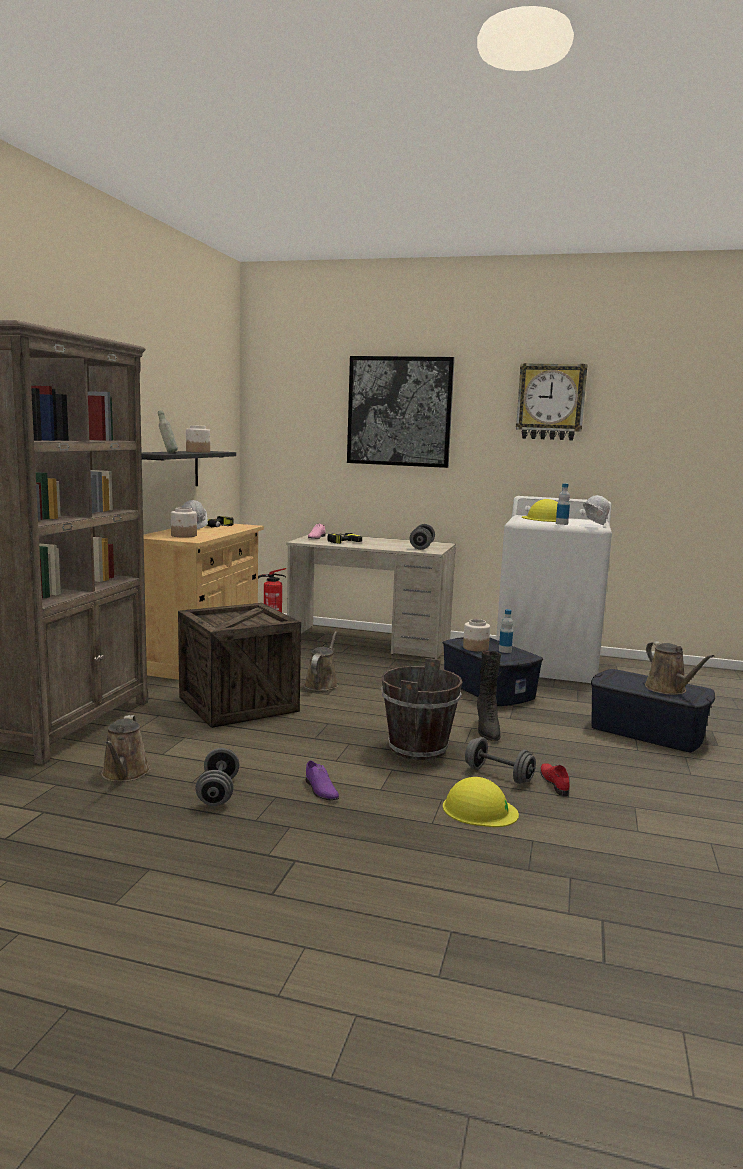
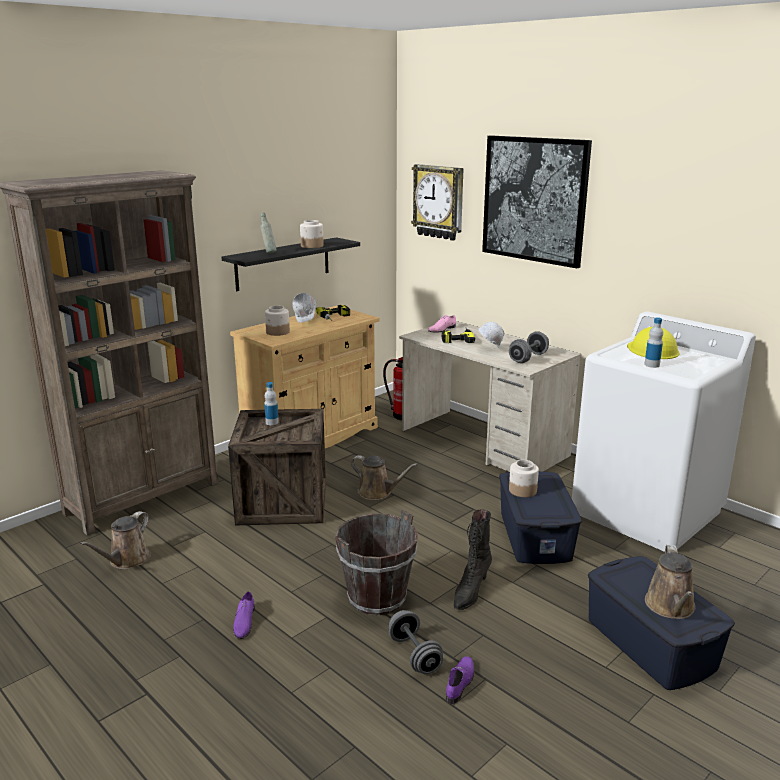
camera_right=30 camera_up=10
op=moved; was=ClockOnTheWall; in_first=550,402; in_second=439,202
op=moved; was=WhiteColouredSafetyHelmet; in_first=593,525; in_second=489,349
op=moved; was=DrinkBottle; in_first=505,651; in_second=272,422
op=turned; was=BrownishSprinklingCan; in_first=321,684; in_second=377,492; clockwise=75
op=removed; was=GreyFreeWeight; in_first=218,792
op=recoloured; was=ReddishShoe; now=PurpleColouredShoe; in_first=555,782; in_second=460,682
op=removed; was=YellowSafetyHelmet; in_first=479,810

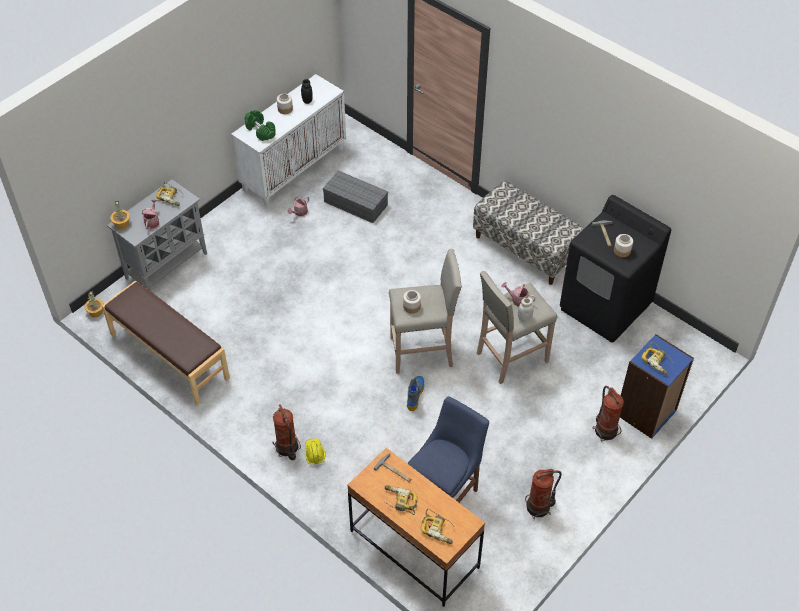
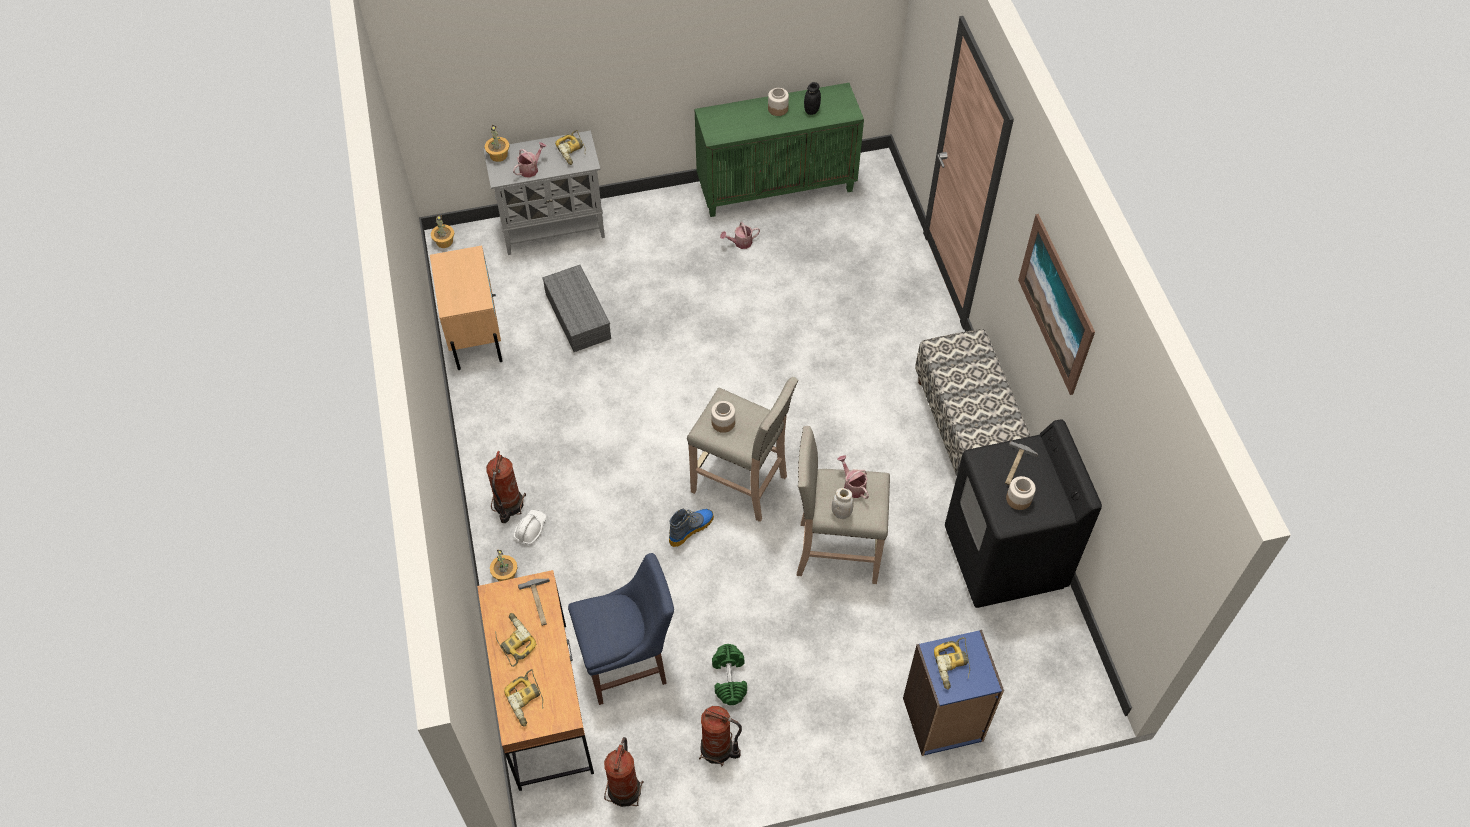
camera_right=35 camera_up=5
op=recoloured; was=WhiteColouredStorageCabinet; now=GreenColouredStorageCabinet; in_first=294,168; in_second=777,187
op=moved; was=GreenColouredFreeWeight; in_first=260,131; in_second=729,678
op=moved; was=GreyStorageBox; in_first=354,203; in_second=576,316
op=replaced; was=BrownishLongSeat; now=BeigeBedsideTable; in_first=168,356; in_second=474,332
op=moved; was=Extinguisher; in_first=605,429; in_second=625,789
op=recoloured; was=YellowSafetyHelmet; now=WhiteColouredSafetyHelmet; in_first=314,453; in_second=530,529
op=added; now=Picture; in_second=1055,304
op=added; now=PottedPlant; in_second=505,574

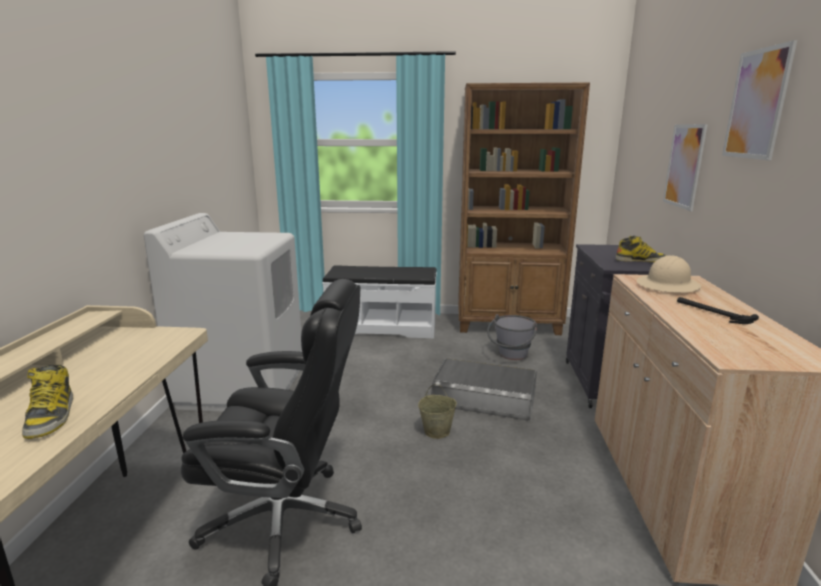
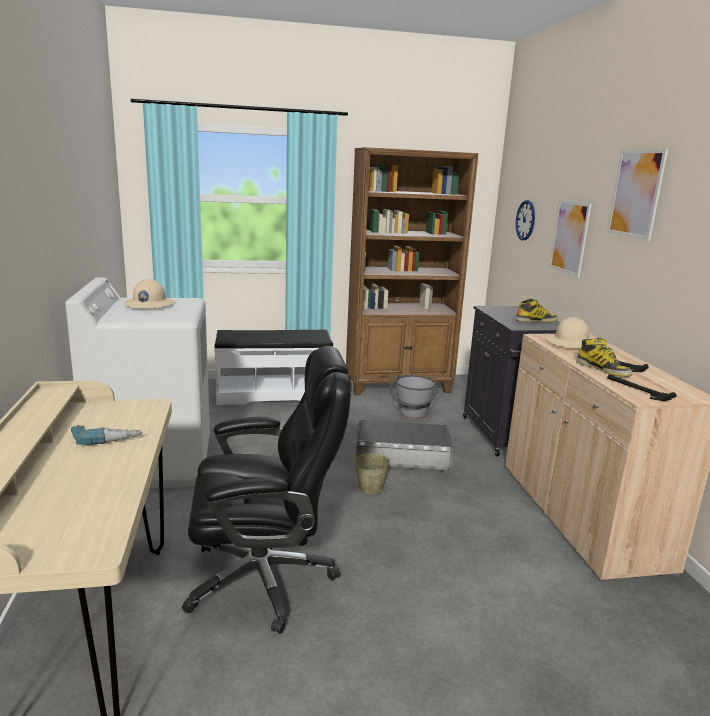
camera_right=-15 camera_up=0
op=moved; was=HighTopBoot; in_first=51,416; in_second=603,369
op=added; now=ClockOnTheWall; in_second=525,220
op=added; now=BeigeSafetyHelmet; in_second=149,304
op=added; now=HandHammer; in_second=637,389
op=added; now=PowerDrill; in_second=107,438

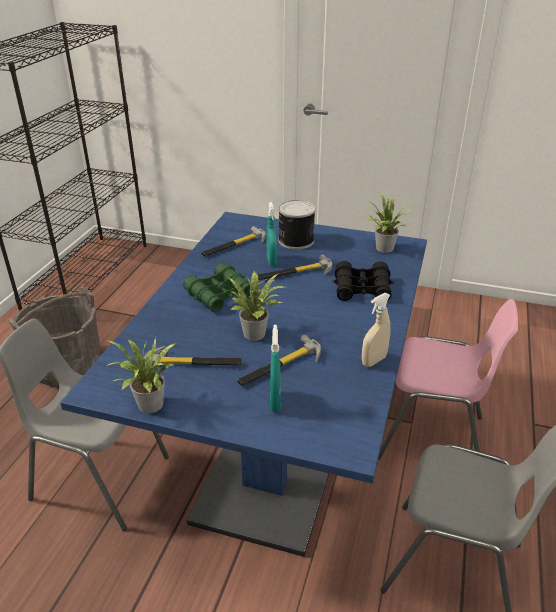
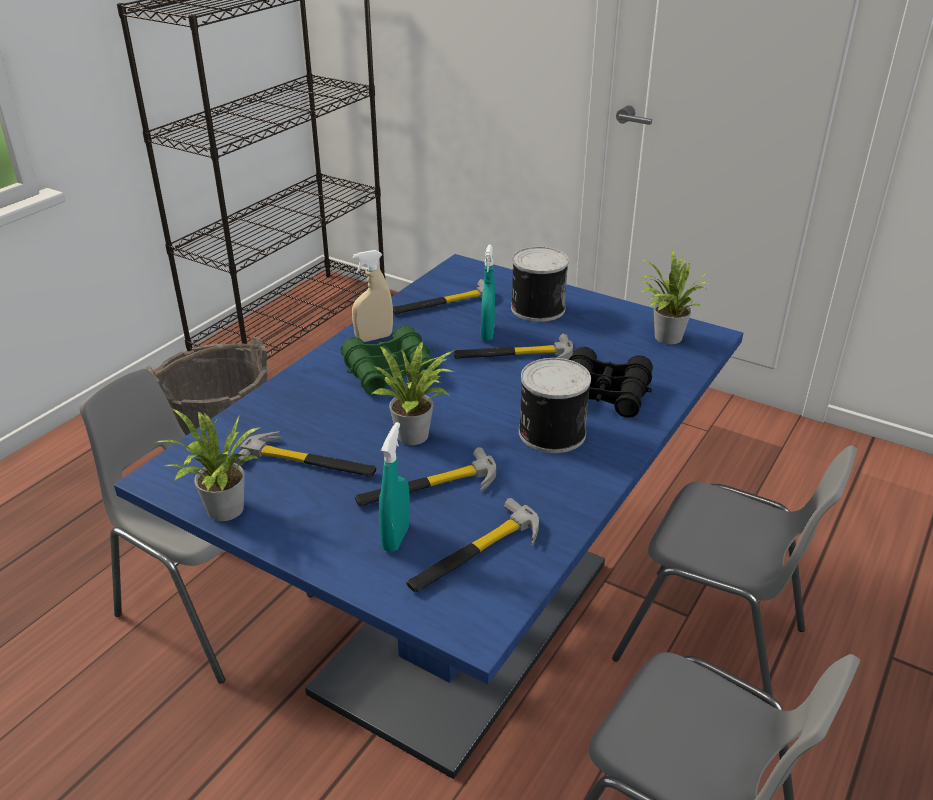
camera_right=15 camera_up=0
op=moved; was=BeigeSprayer; in_first=374,361; in_second=374,338
op=recoloured; was=PinkColouredUprightChair; now=GreyUprightChair; in_first=432,437; in_second=712,645
op=added; now=MetalCan; in_second=550,432
op=added; now=HandHammer; in_second=475,554

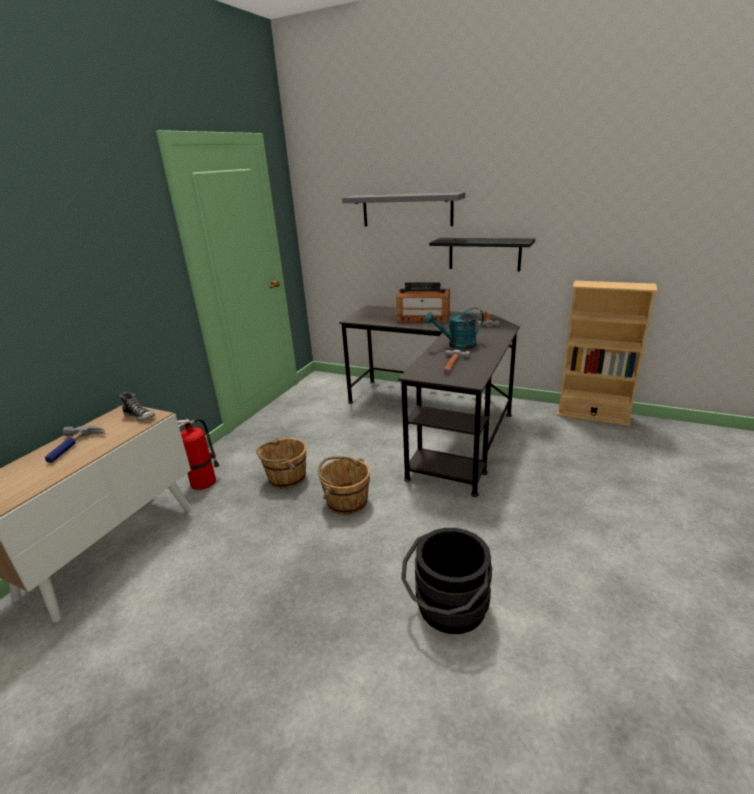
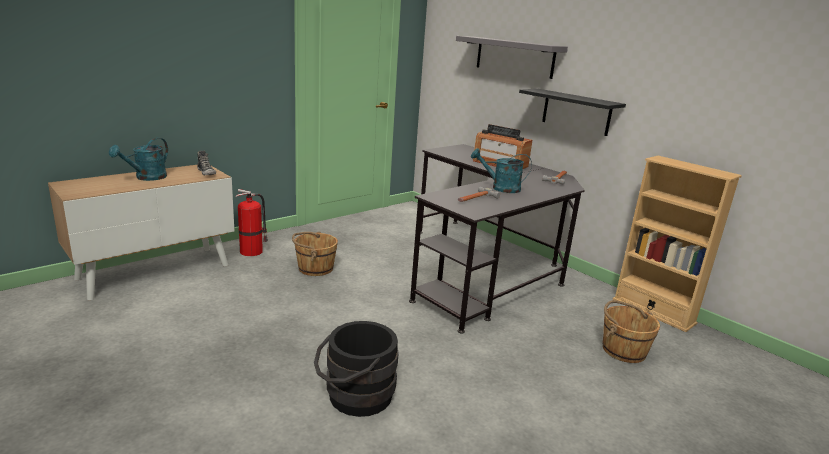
camera_right=20 camera_up=-5
op=replaced; was=HandHammer; now=TurquoiseColouredSprinklingCan; in_first=72,447; in_second=146,178
op=moved; was=BrownishPail; in_first=346,501; in_second=623,350

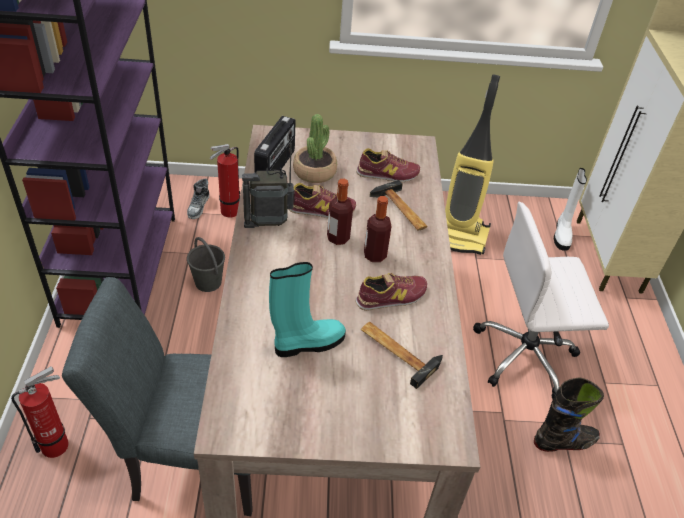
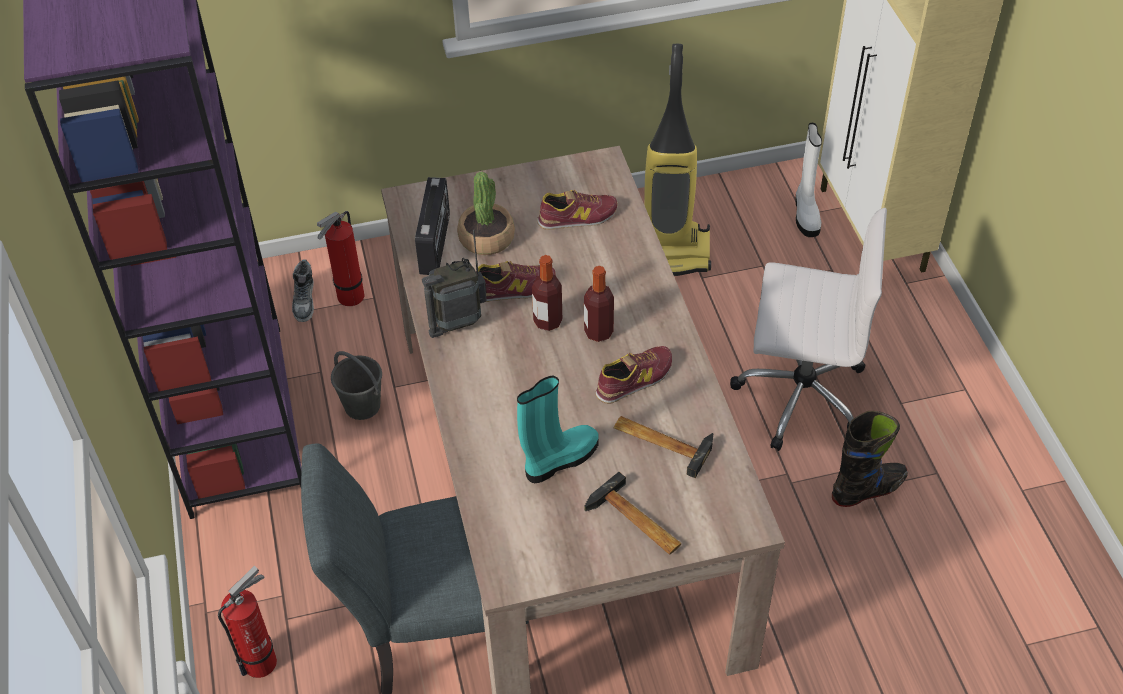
camera_right=-10 camera_up=5
op=moved; was=HandHammer; in_first=401,211; in_second=636,523
op=turned; was=WhiteColouredComputerChair; in_first=526,355; in_second=799,394; clockwise=-150

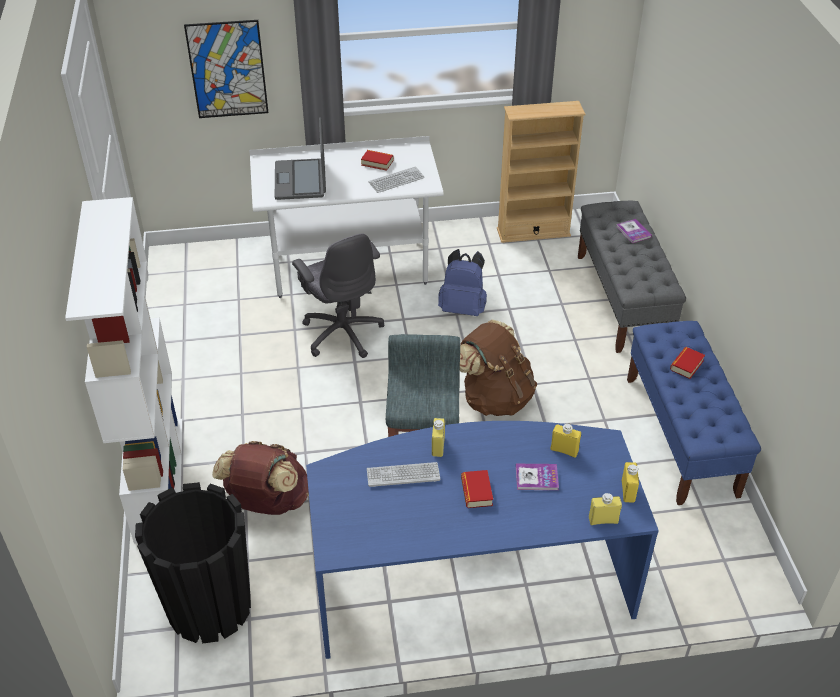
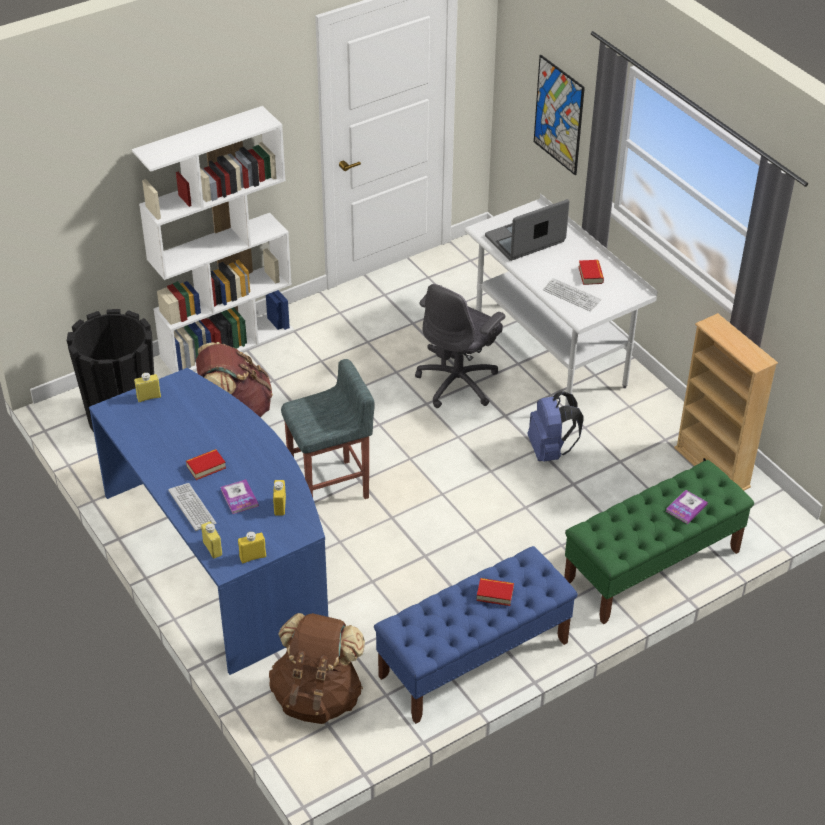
camera_right=65 camera_up=0
op=recoloured; was=GreyLongSeat; now=GreenColouredLongSeat; in_first=622,300; in_second=651,567
op=moved; was=BrownishKnapsack; in_first=495,398; in_second=318,696
op=moved; was=YellowDrinkBottle; in_first=438,446; in_second=149,397
op=moved; was=Keyboard; in_first=403,475; in_second=192,507

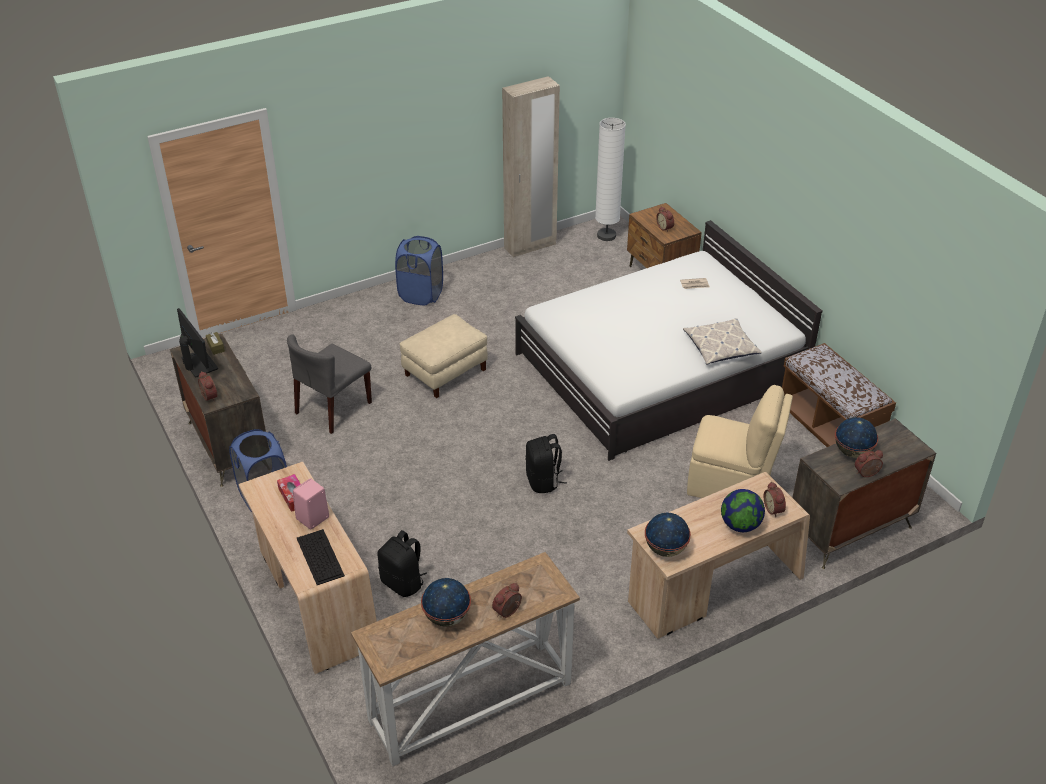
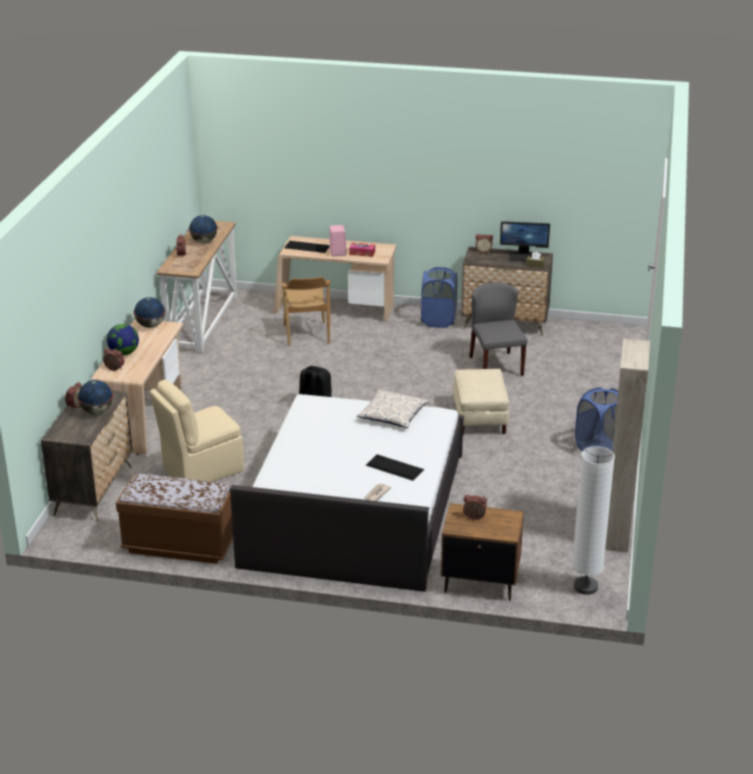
camera_right=130 camera_up=-10
op=moved; was=ThrowPillow; in_first=721,347; in_second=392,415
op=replaced; was=BlackishKnapsack; now=BrownishUprightChair; in_first=403,583; in_second=306,334
op=added; now=Keyboard; in_second=394,467

